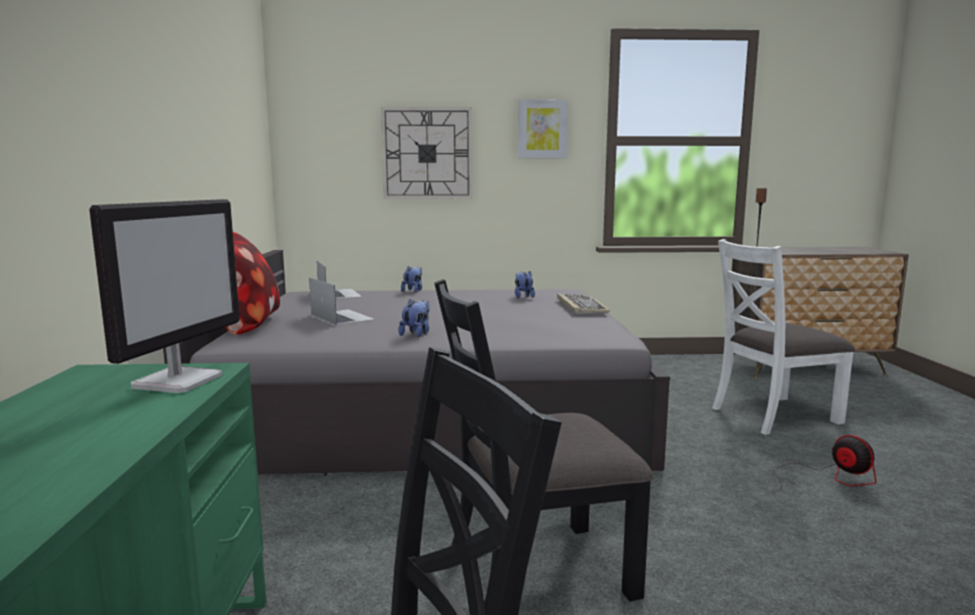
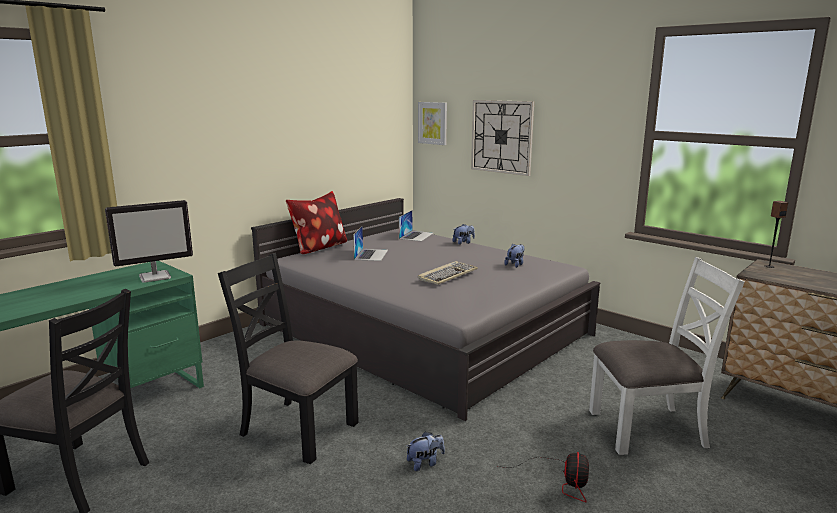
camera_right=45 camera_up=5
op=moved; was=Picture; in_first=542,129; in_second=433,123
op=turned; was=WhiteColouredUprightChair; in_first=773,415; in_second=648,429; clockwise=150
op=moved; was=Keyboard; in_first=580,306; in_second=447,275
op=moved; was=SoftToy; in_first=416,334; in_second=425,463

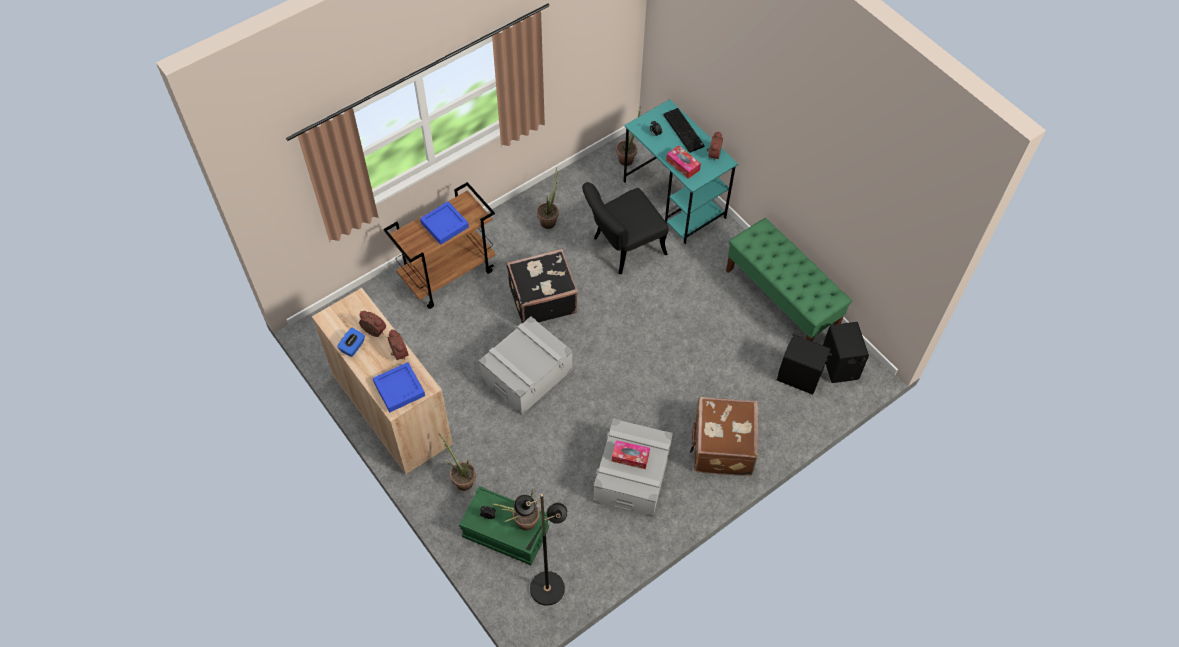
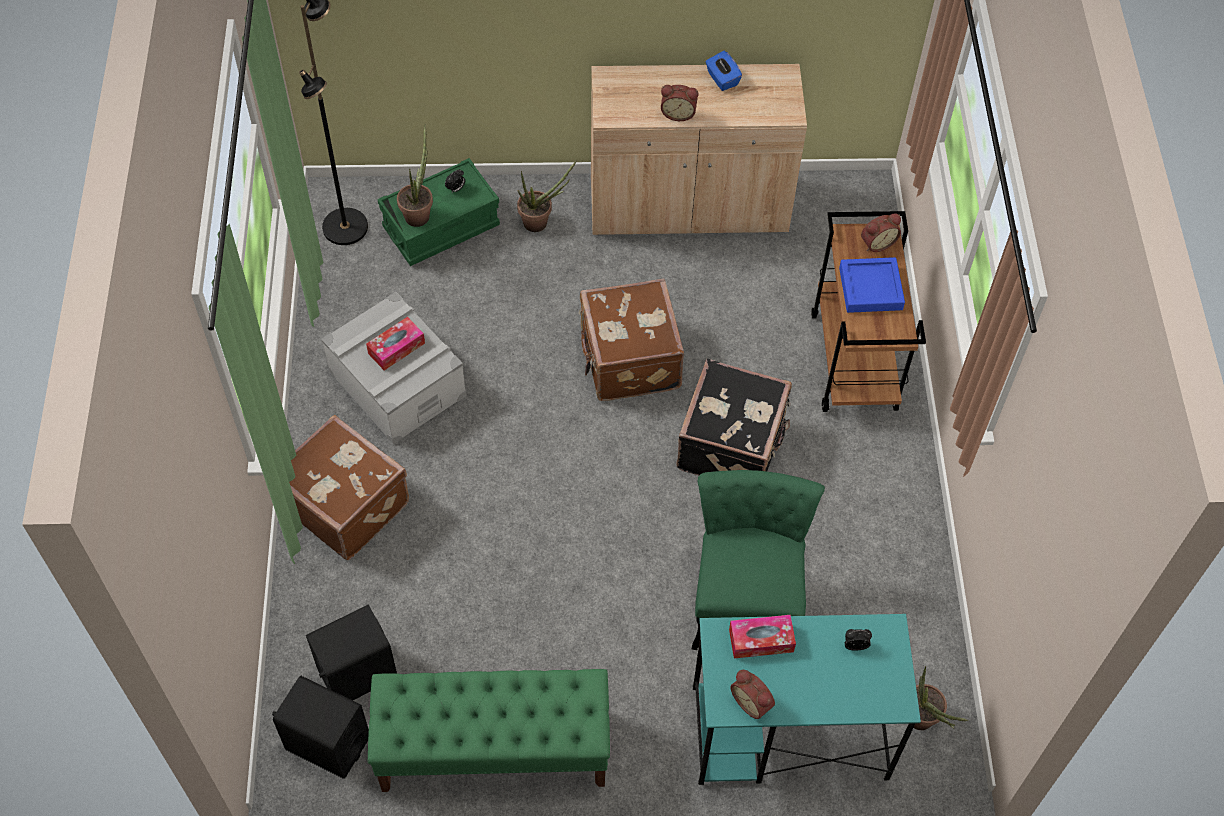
camera_right=125 camera_up=0
op=removed; was=Keyboard; in_first=684,131
op=removed; was=PottedPlant; in_first=549,220
op=recoloured; was=BlackishUprightChair; now=GreenColouredUprightChair; in_first=622,248; in_second=746,596
op=moved; was=TableClock; in_first=373,332; in_second=877,243
op=replaced; was=GreyStorageBox; now=BrownishPieceOfLuggage; in_first=527,374; in_second=628,360
op=removed; was=BlueColouredCarryingTray; in_first=399,389

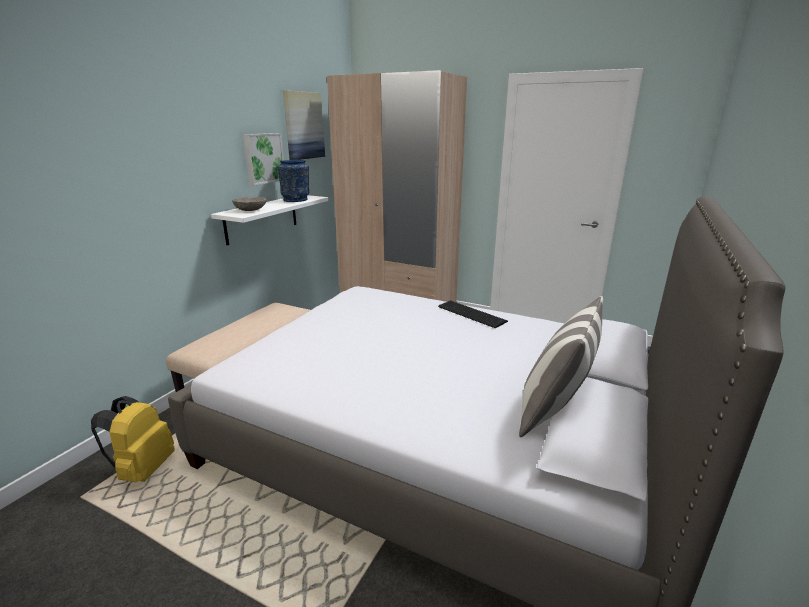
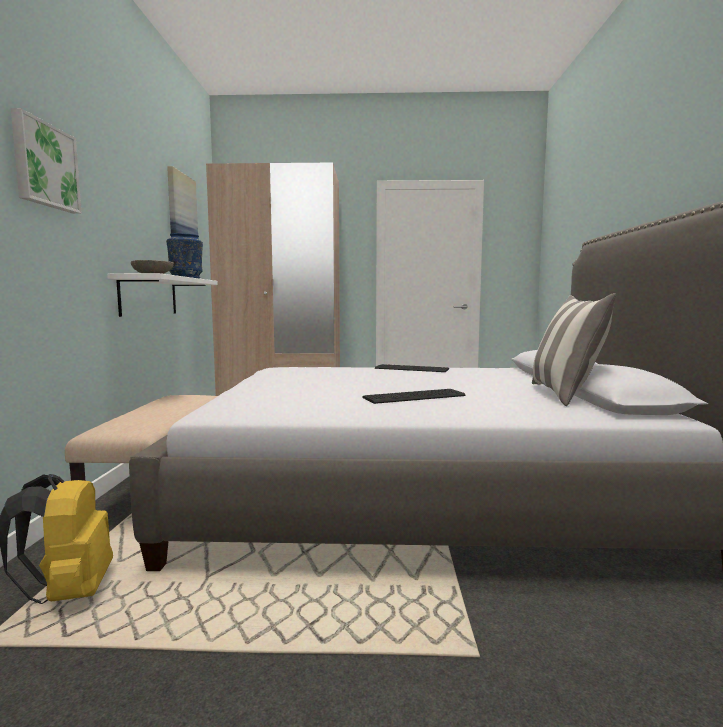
camera_right=-25 camera_up=-15
op=moved; was=Picture; in_first=263,158; in_second=44,165
op=added; now=Keyboard; in_second=416,397

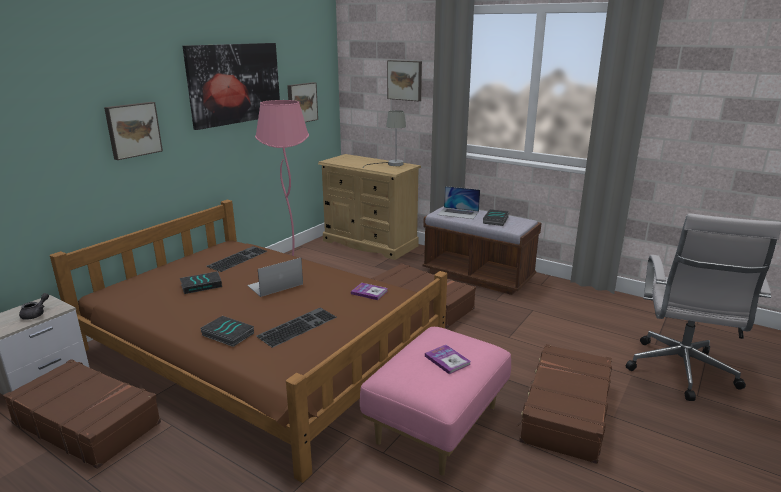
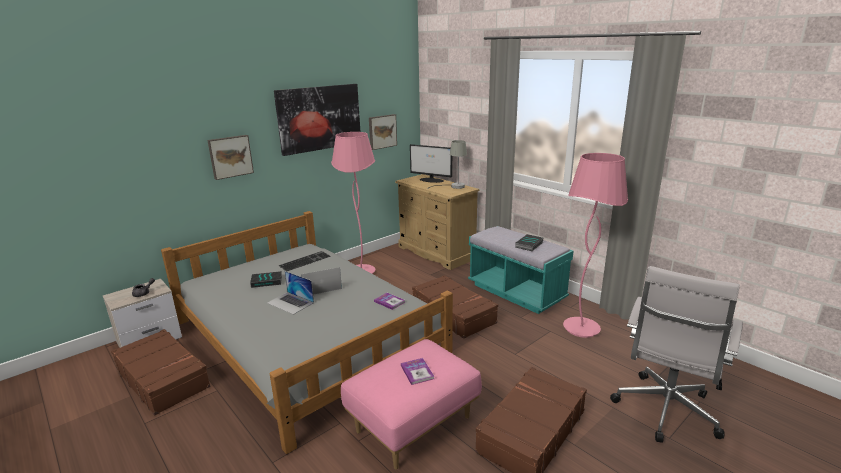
camera_right=15 camera_up=0
op=removed; was=Picture; in_first=405,80
op=moved; was=Laptop; in_first=458,213; in_second=290,303
op=recoloured; was=BrownishSleepingBed; now=GreySleepingBed; in_first=261,350; in_second=307,338
op=recoloured; was=BrownishLongSeat; now=TurquoiseColouredLongSeat; in_first=478,276; in_second=516,292
op=removed; was=Keyboard; in_first=297,326
op=removed; was=Book; in_first=226,334
op=added; now=Monitor; in_second=431,180
op=added; now=PinkColouredFloorLamp; in_second=581,328

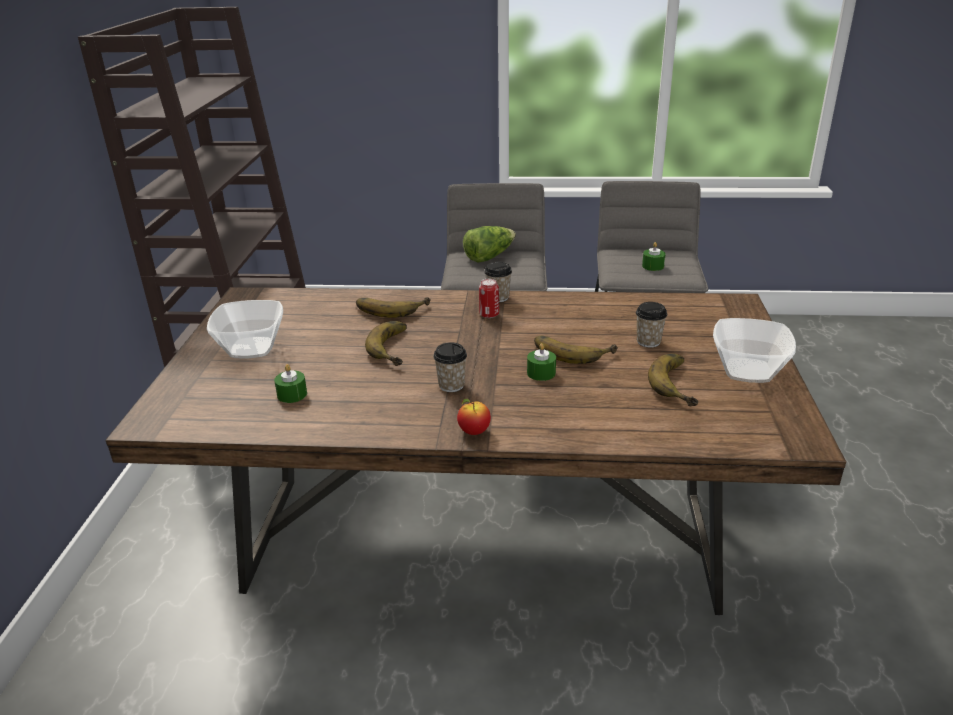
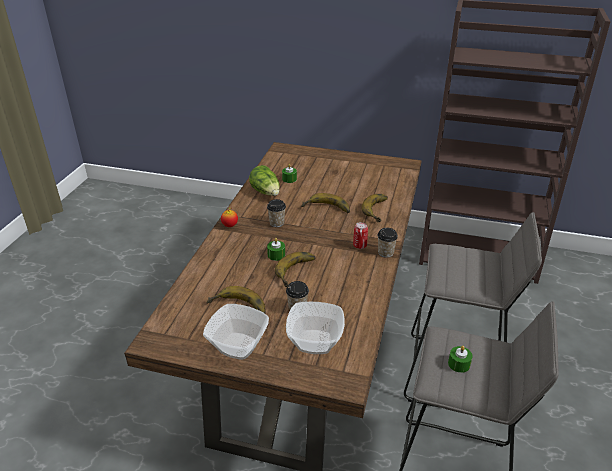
camera_right=100 camera_up=5
op=moved; was=HeadOfLettuce; in_first=489,256; in_second=266,192
op=moved; was=DeepDish; in_first=252,348; in_second=315,343

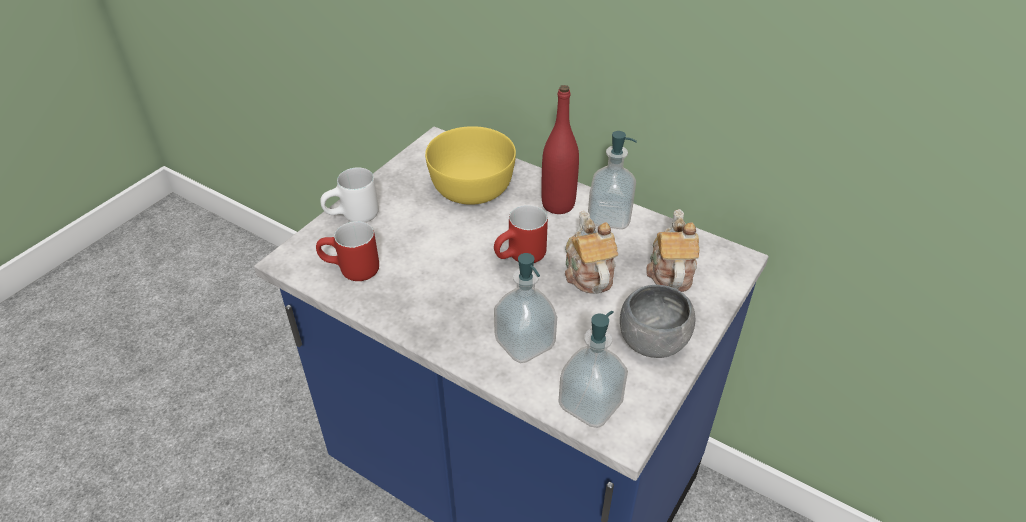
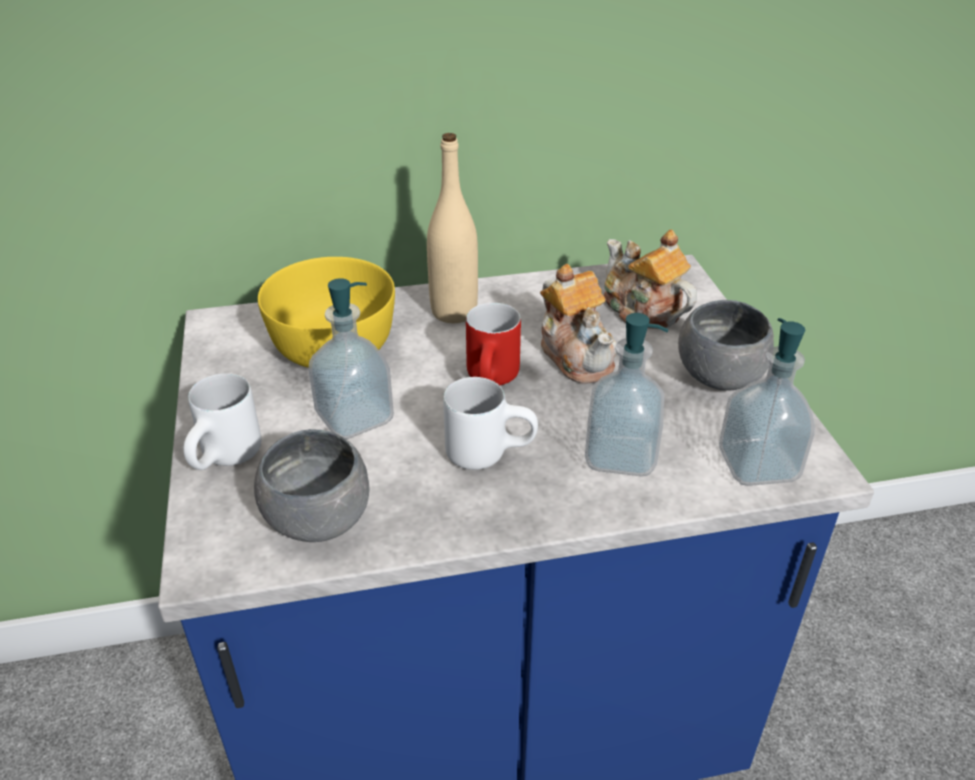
camera_right=-45 camera_up=-5
op=recoloured; was=ReddishDrinkBottle; now=BeigeDrinkBottle; in_first=558,204; in_second=454,312
op=moved; was=LiquidSoapBottle; in_first=609,217; in_second=355,418
op=turned; was=PotForTea; in_first=588,272; in_second=577,355; clockwise=-150
op=replaced; was=ReddishTeaMug; now=GreyDeepDish; in_first=350,271; in_second=317,519
op=added; now=WhiteColouredTeaMug; in_second=489,451

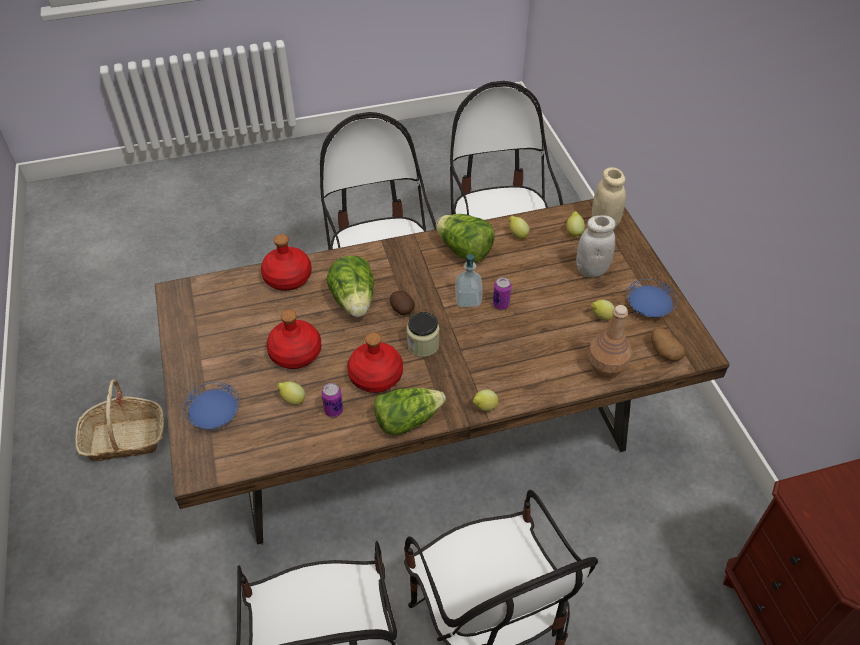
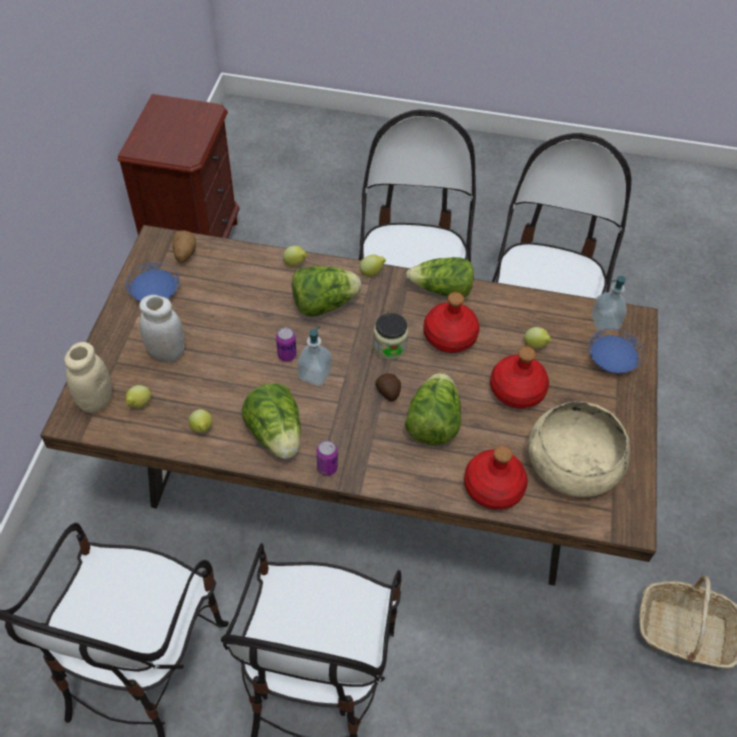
camera_right=-155 camera_up=5
op=moved; was=CitrusFruit; in_first=601,317; in_second=295,264
op=removed; was=BrownishDrinkBottle; in_first=605,367
op=moved; was=MetalCan; in_first=333,410; in_second=327,468
op=added; now=HeadOfLettuce; in_second=324,304
op=added; now=LiquidSoapBottle; in_second=605,321
op=added; now=BeigeDeepDish; in_second=573,462

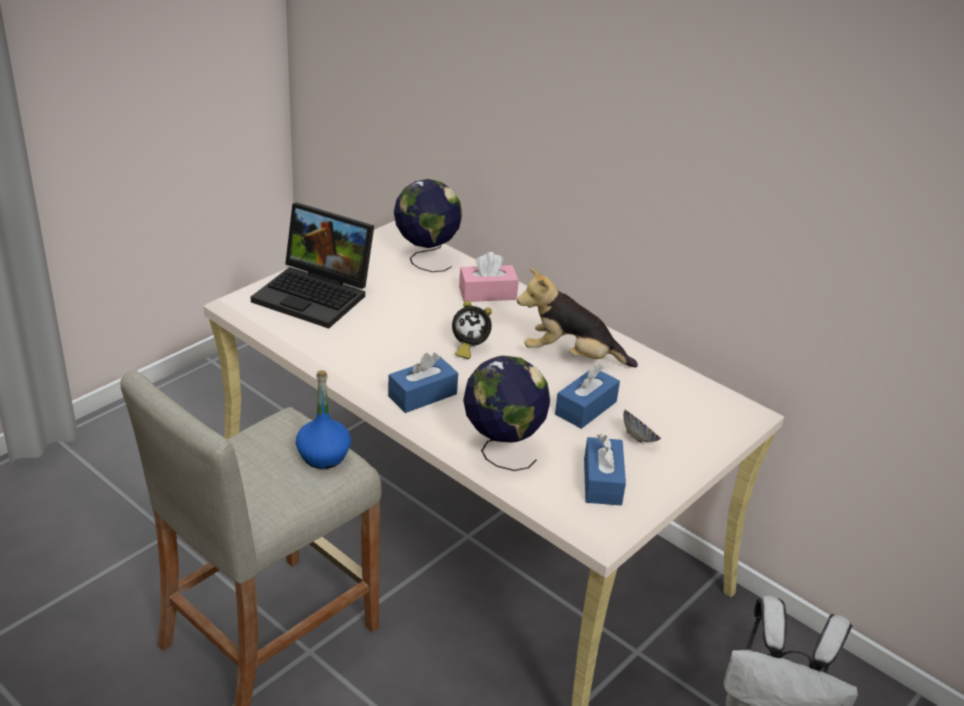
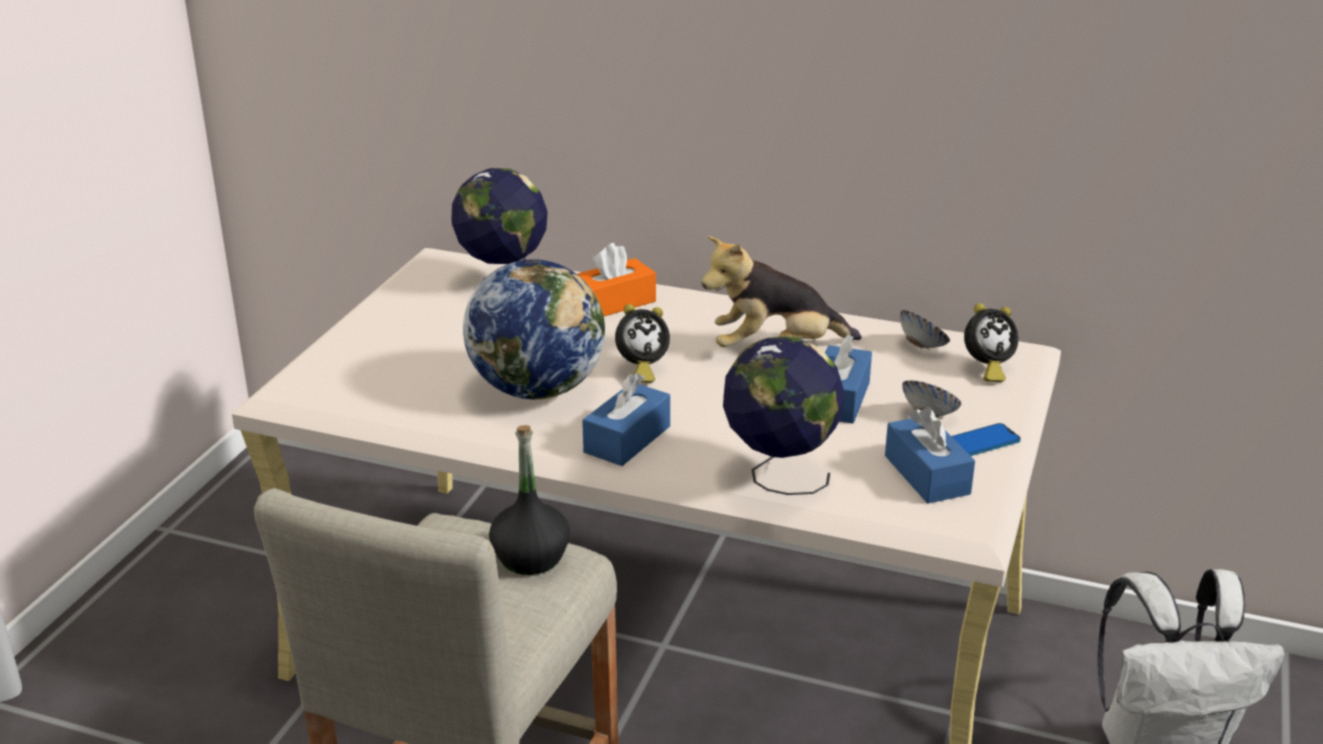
camera_right=-20 camera_up=-5
op=removed; was=Laptop; in_first=317,295
op=recoloured; was=PinkColouredTissueHolder; now=OrangeyTissueHolder; in_first=487,293; in_second=614,303
op=recoloured; was=BlueColouredDrinkBottle; now=BlackishDrinkBottle; in_first=323,456; in_second=530,557
op=added; now=WorldGlobe; in_second=537,389
op=added; now=TableClock; in_second=986,369
op=added; now=DeepDish; in_second=922,347
op=added; now=Handset; in_second=981,442

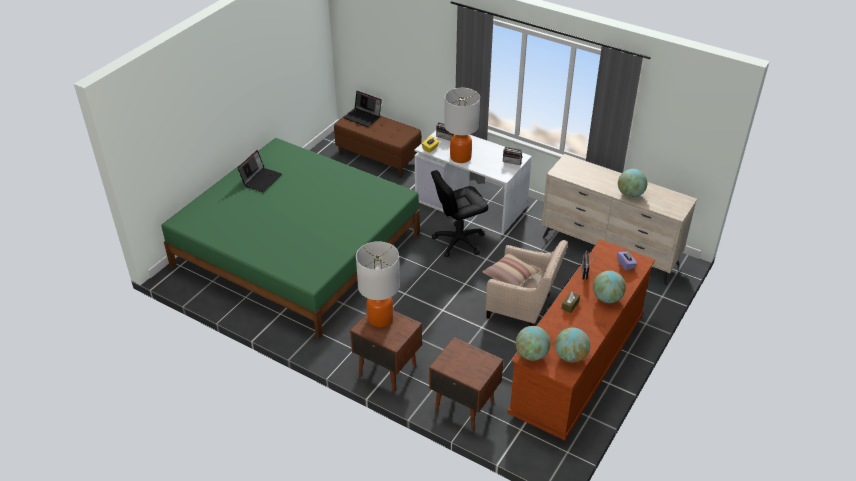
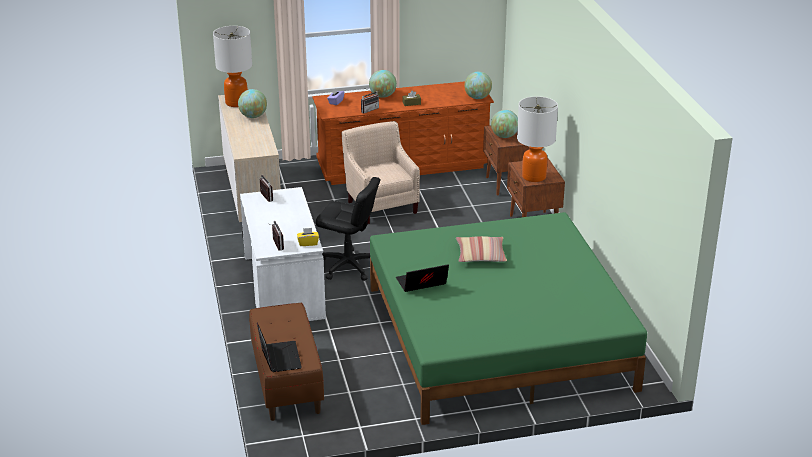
camera_right=-135 camera_up=-10
op=moved; was=TabletopLamp; in_first=460,157; in_second=236,102
op=moved; was=Laptop; in_first=261,179; in_second=421,284
op=moved; was=ThrowPillow; in_first=510,275; in_second=480,255
op=moved; was=WorldGlobe; in_first=570,356; in_second=504,136

